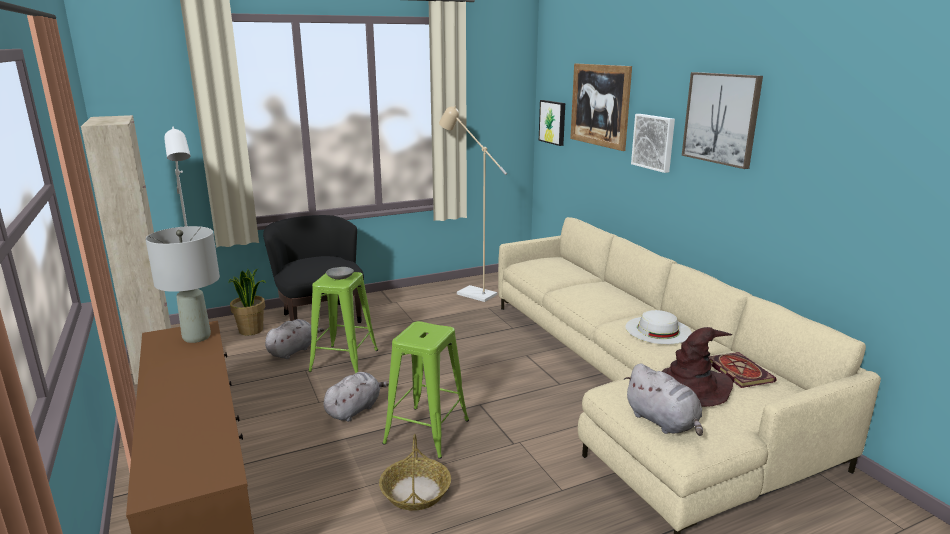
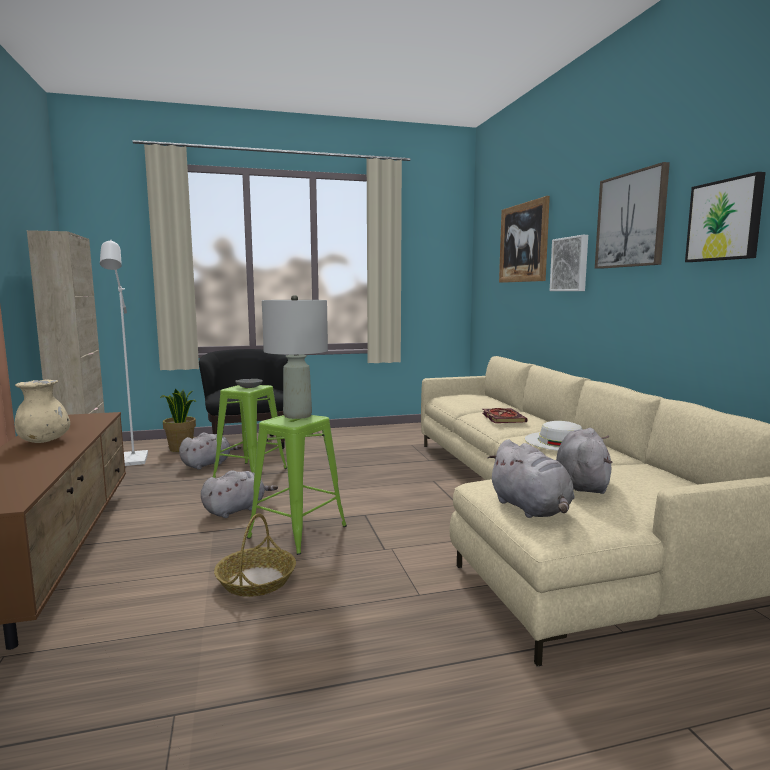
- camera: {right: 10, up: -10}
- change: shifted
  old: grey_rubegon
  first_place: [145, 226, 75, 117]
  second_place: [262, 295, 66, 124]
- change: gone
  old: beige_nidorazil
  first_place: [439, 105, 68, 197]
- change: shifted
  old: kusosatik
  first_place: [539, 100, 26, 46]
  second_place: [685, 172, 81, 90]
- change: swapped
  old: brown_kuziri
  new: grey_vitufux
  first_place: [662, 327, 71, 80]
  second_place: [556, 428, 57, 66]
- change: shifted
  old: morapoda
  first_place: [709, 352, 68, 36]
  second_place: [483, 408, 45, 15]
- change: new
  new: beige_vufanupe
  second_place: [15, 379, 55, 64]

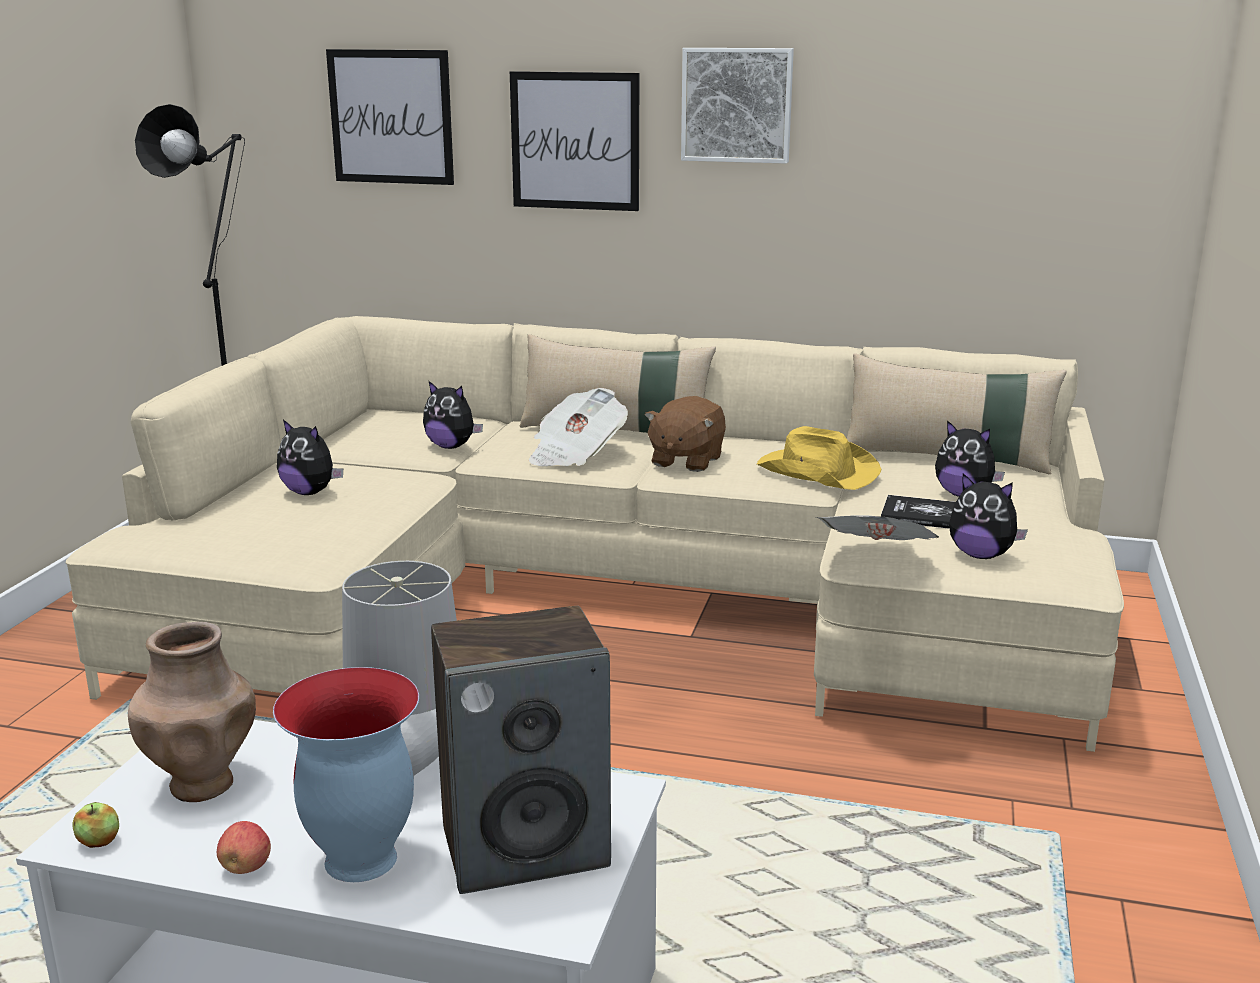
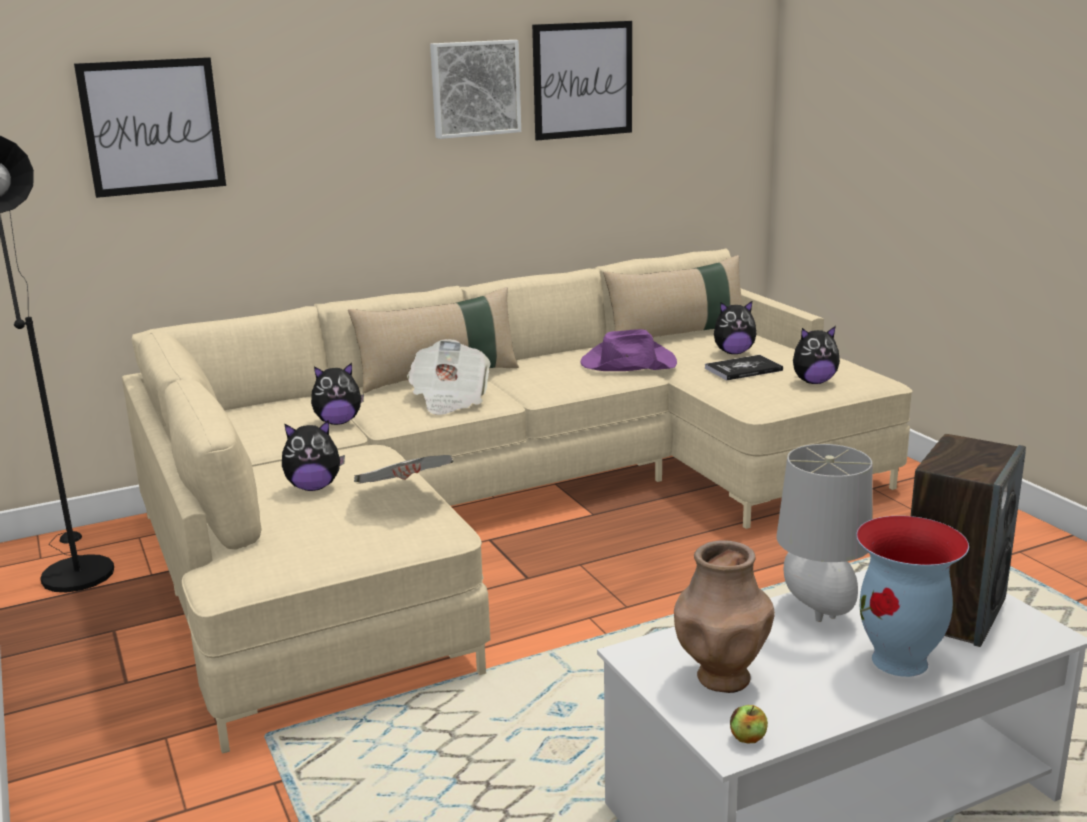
- camera: {right: -40, up: 0}
- change: gone
  old: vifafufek
  first_place: [217, 821, 54, 53]
- change: shifted
  old: kusosatik
  first_place: [510, 71, 129, 140]
  second_place: [532, 21, 100, 119]
- change: gone
  old: brown_vitufux
  first_place: [645, 396, 81, 76]
- change: repainted
  old: yellow_kuziri
  new: purple_kuziri
  first_place: [757, 426, 125, 64]
  second_place: [581, 329, 96, 42]
- change: shifted
  old: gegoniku
  first_place: [816, 515, 123, 25]
  second_place: [354, 455, 100, 29]

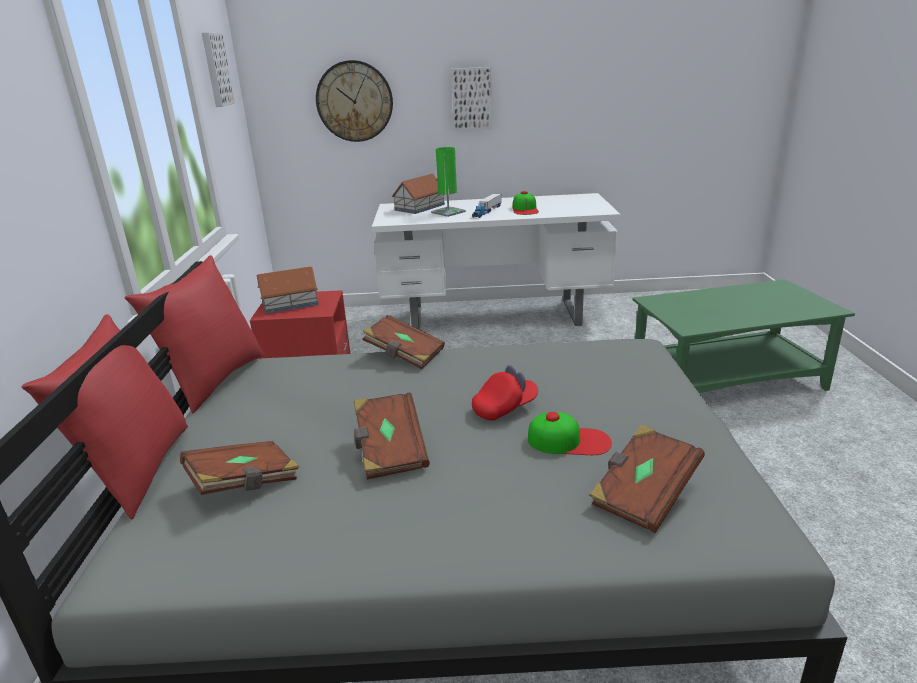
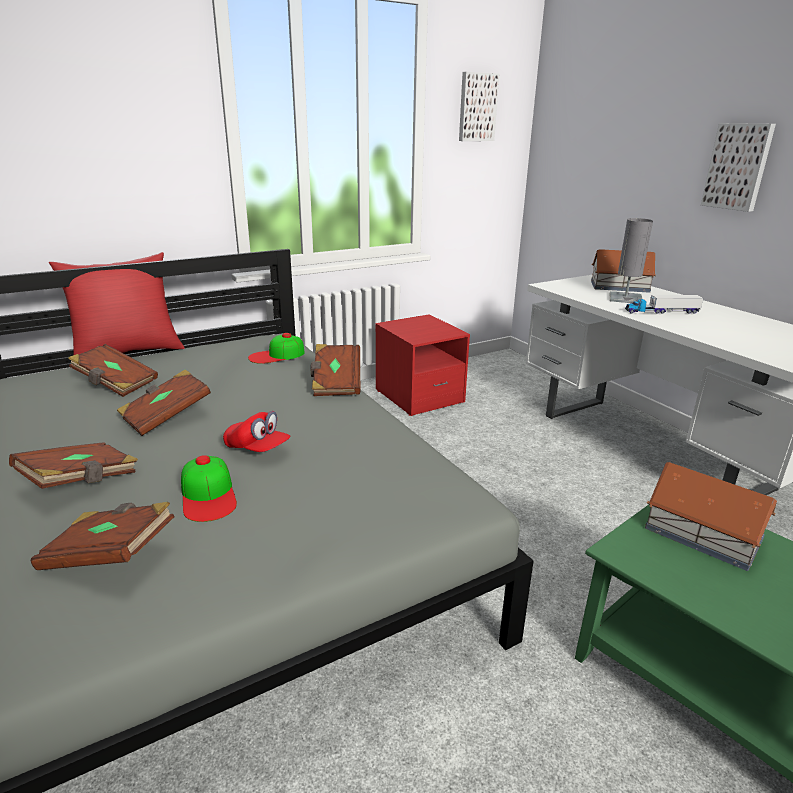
- camera: {right: 60, up: 0}
- change: gone
  old: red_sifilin
  first_place: [125, 255, 139, 158]
- change: shifted
  old: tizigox
  first_place: [257, 267, 62, 47]
  second_place: [645, 462, 132, 109]
- change: gone
  old: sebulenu
  first_place: [316, 60, 77, 82]
- change: repainted
  old: green_rubegon
  new: grey_rubegon
  first_place: [431, 147, 35, 70]
  second_place: [610, 218, 43, 85]
- change: shifted
  old: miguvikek
  first_place: [513, 191, 26, 24]
  second_place: [248, 333, 57, 31]
- change: new
  new: brown_morapoda
  second_place: [9, 442, 129, 47]

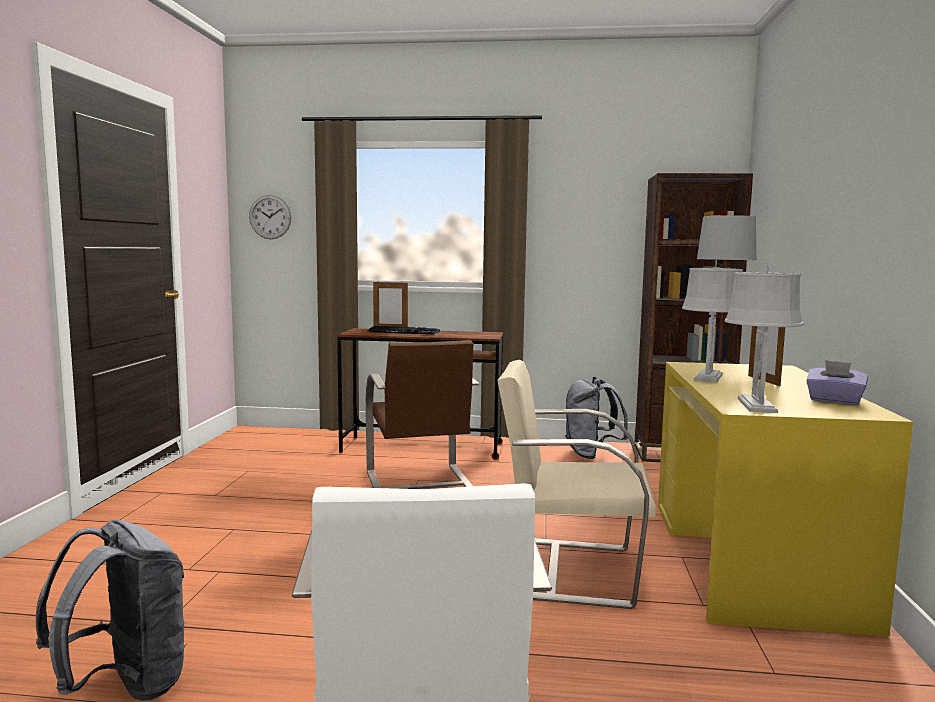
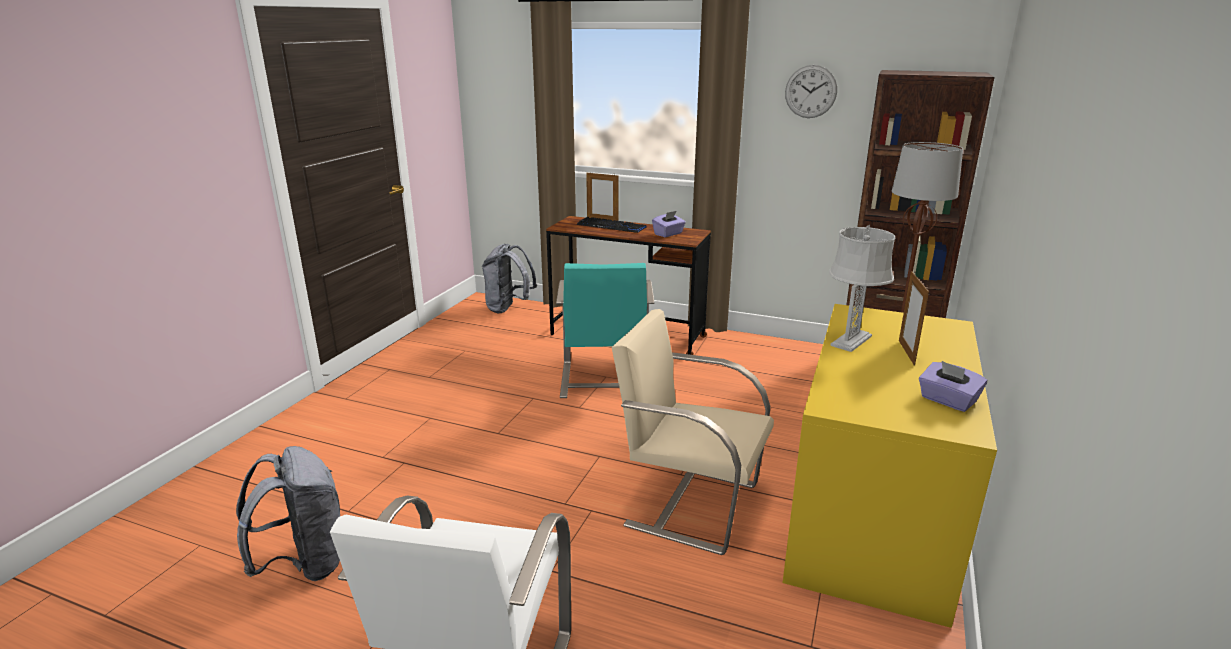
- camera: {right: 15, up: 15}
- change: shifted
  old: sebulenu
  first_place: [249, 195, 42, 44]
  second_place: [785, 65, 52, 53]
- change: repainted
  old: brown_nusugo
  new: turquoise_nusugo
  first_place: [366, 340, 113, 149]
  second_place: [556, 263, 98, 135]
- change: shifted
  old: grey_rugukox
  first_place: [565, 377, 63, 82]
  second_place: [482, 244, 55, 69]
- change: gone
  old: grey_rubegon
  first_place: [725, 262, 79, 151]
- change: new
  new: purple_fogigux
  second_place: [652, 211, 34, 26]

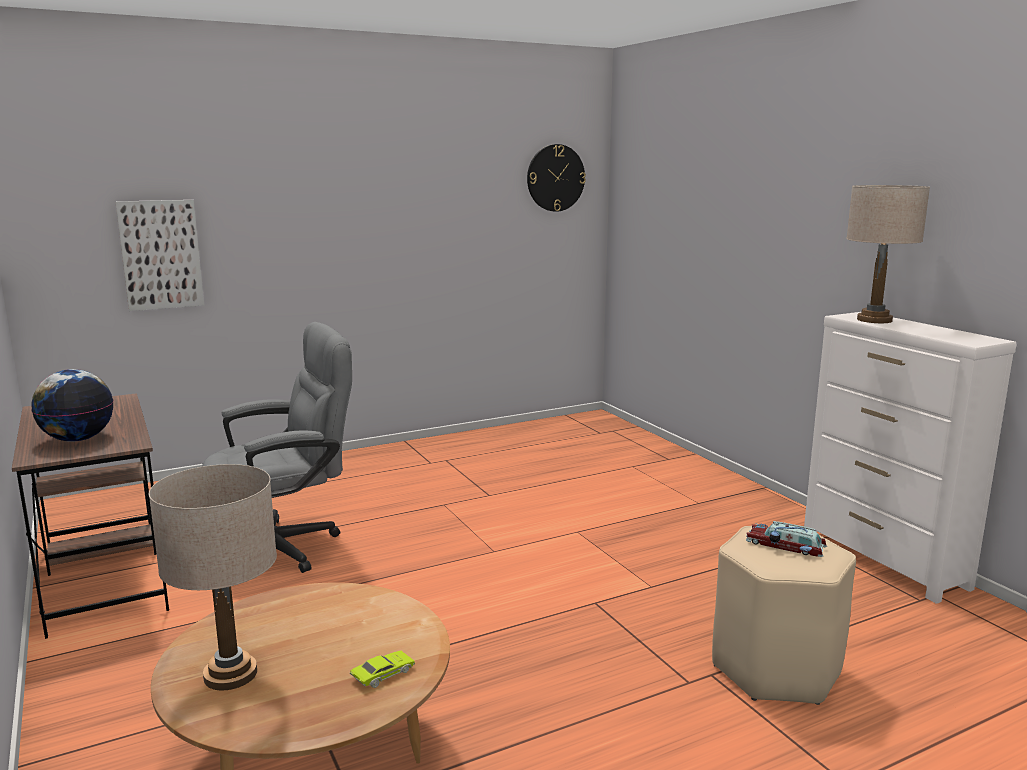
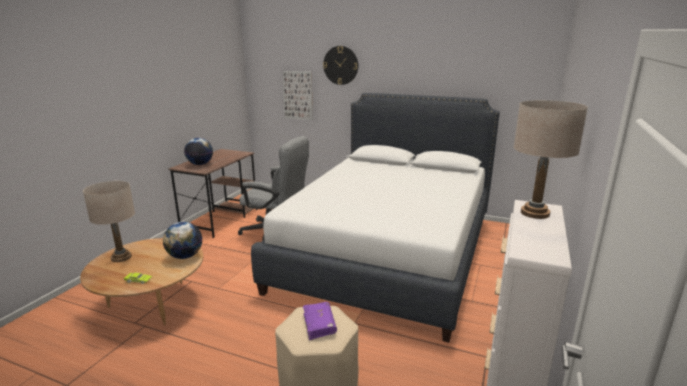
- camera: {right: 50, up: 5}
- change: shifted
  old: sebulenu
  first_place: [527, 144, 59, 68]
  second_place: [323, 46, 35, 39]
- change: swapped
  old: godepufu
  new: purple_morapoda
  first_place: [746, 521, 81, 36]
  second_place: [303, 302, 34, 38]
- change: new
  new: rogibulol
  second_place: [163, 222, 39, 37]
- change: new
  new: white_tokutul
  second_place: [251, 93, 249, 250]

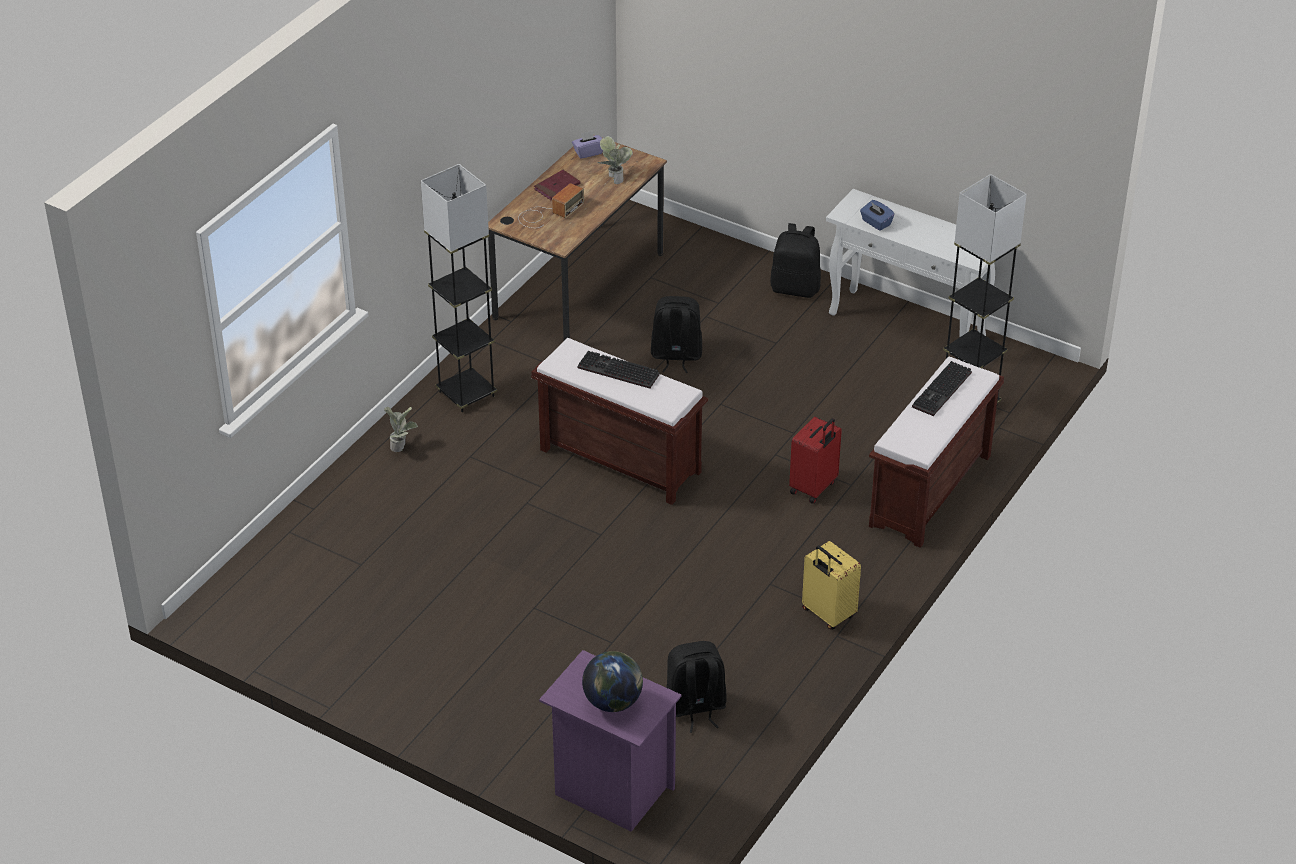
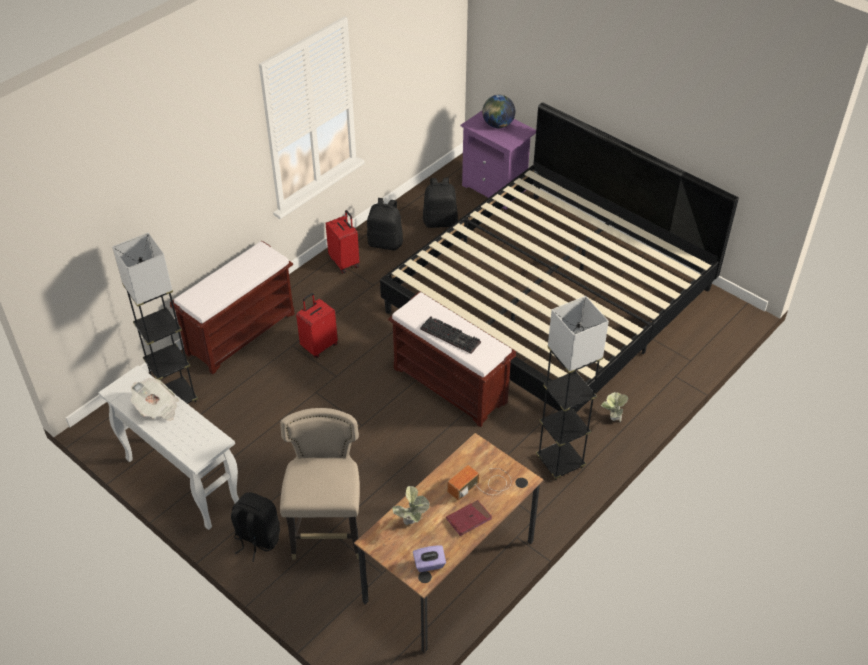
- camera: {right: -170, up: 5}
- change: shifted
  old: black_rugukox
  first_place: [651, 296, 51, 77]
  second_place: [367, 198, 36, 53]
- change: repainted
  old: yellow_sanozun
  new: red_sanozun
  first_place: [802, 541, 59, 89]
  second_place: [326, 210, 33, 64]
- change: gone
  old: blue_fogigux
  first_place: [860, 200, 35, 31]
- change: gone
  old: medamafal
  first_place: [912, 361, 60, 55]
- change: new
  new: gegoniku
  second_place: [130, 378, 49, 43]
- change: new
  new: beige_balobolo
  second_place: [280, 408, 80, 152]
- change: new
  new: tokutul
  second_place: [380, 103, 359, 310]

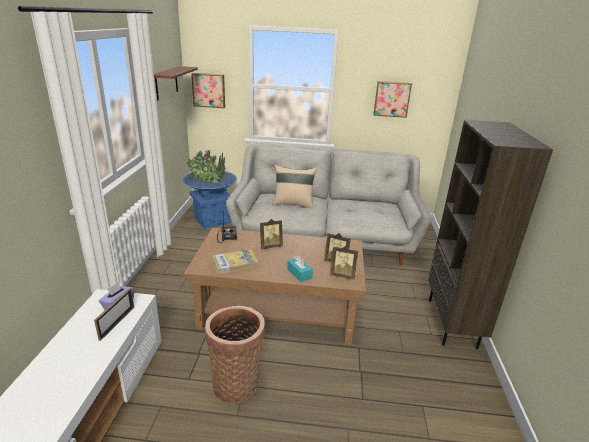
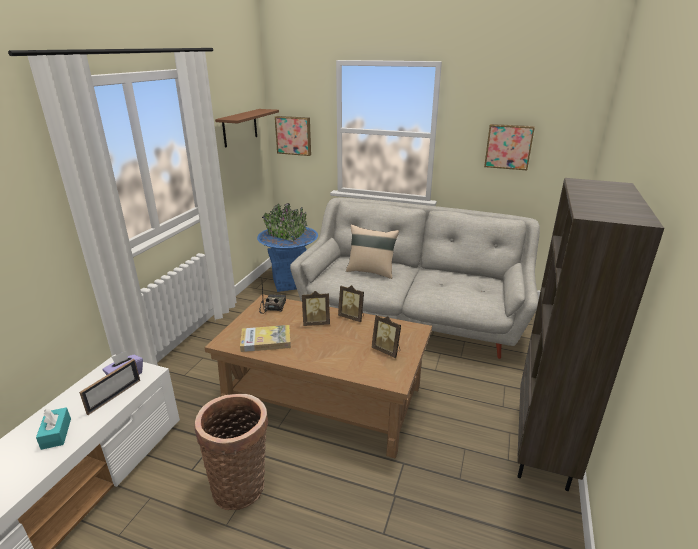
- camera: {right: 15, up: 0}
- change: shifted
  old: turquoise_fogigux
  first_place: [287, 255, 26, 27]
  second_place: [36, 407, 35, 43]
- change: shifted
  old: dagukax
  first_place: [330, 246, 28, 34]
  second_place: [338, 285, 26, 37]

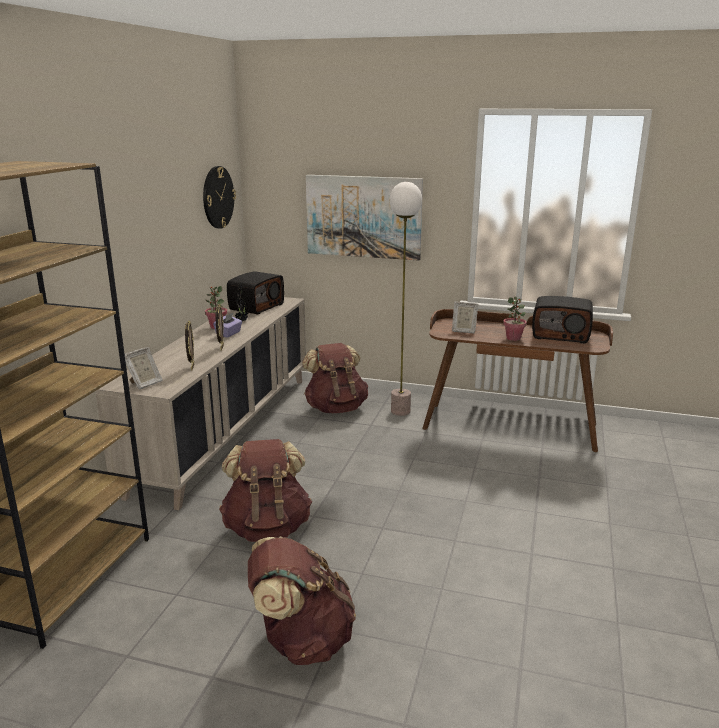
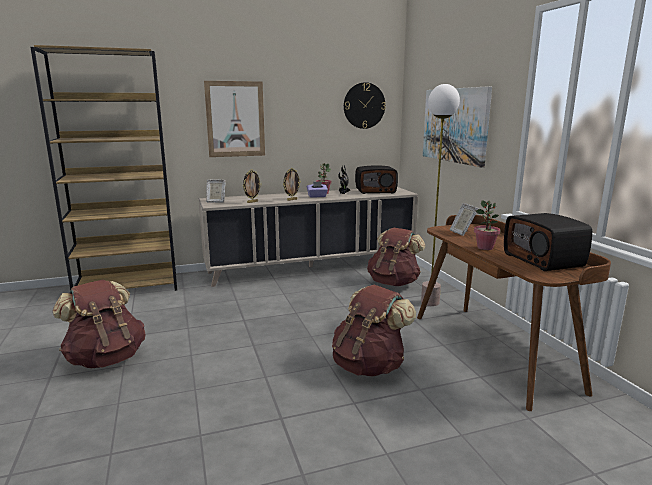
- camera: {right: 55, up: -5}
- change: shifted
  old: brown_rugukox
  first_place: [219, 439, 93, 103]
  second_place: [332, 285, 84, 92]
- change: new
  new: kusosatik
  second_place: [204, 81, 61, 76]

